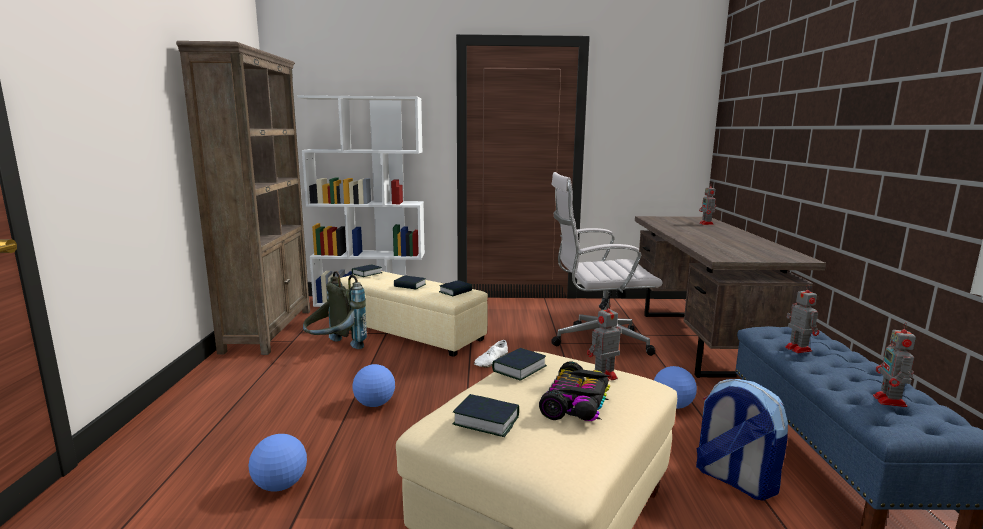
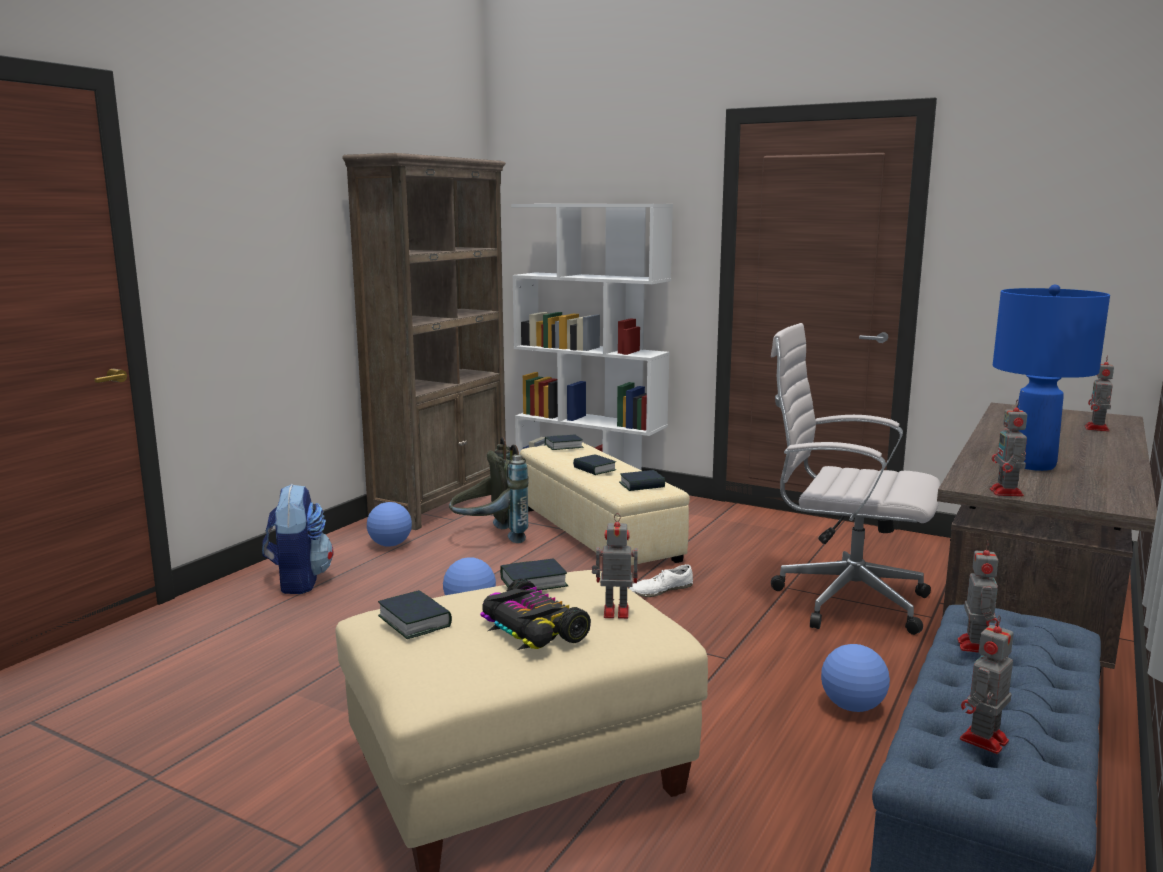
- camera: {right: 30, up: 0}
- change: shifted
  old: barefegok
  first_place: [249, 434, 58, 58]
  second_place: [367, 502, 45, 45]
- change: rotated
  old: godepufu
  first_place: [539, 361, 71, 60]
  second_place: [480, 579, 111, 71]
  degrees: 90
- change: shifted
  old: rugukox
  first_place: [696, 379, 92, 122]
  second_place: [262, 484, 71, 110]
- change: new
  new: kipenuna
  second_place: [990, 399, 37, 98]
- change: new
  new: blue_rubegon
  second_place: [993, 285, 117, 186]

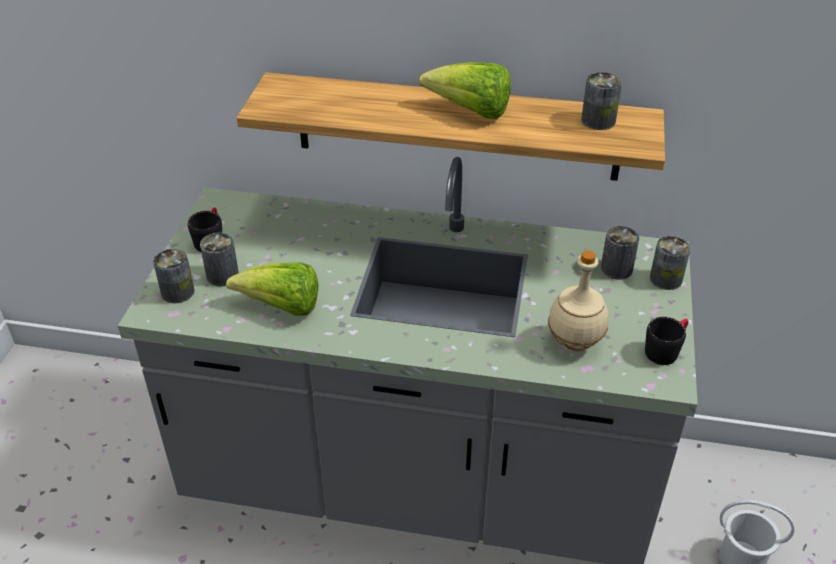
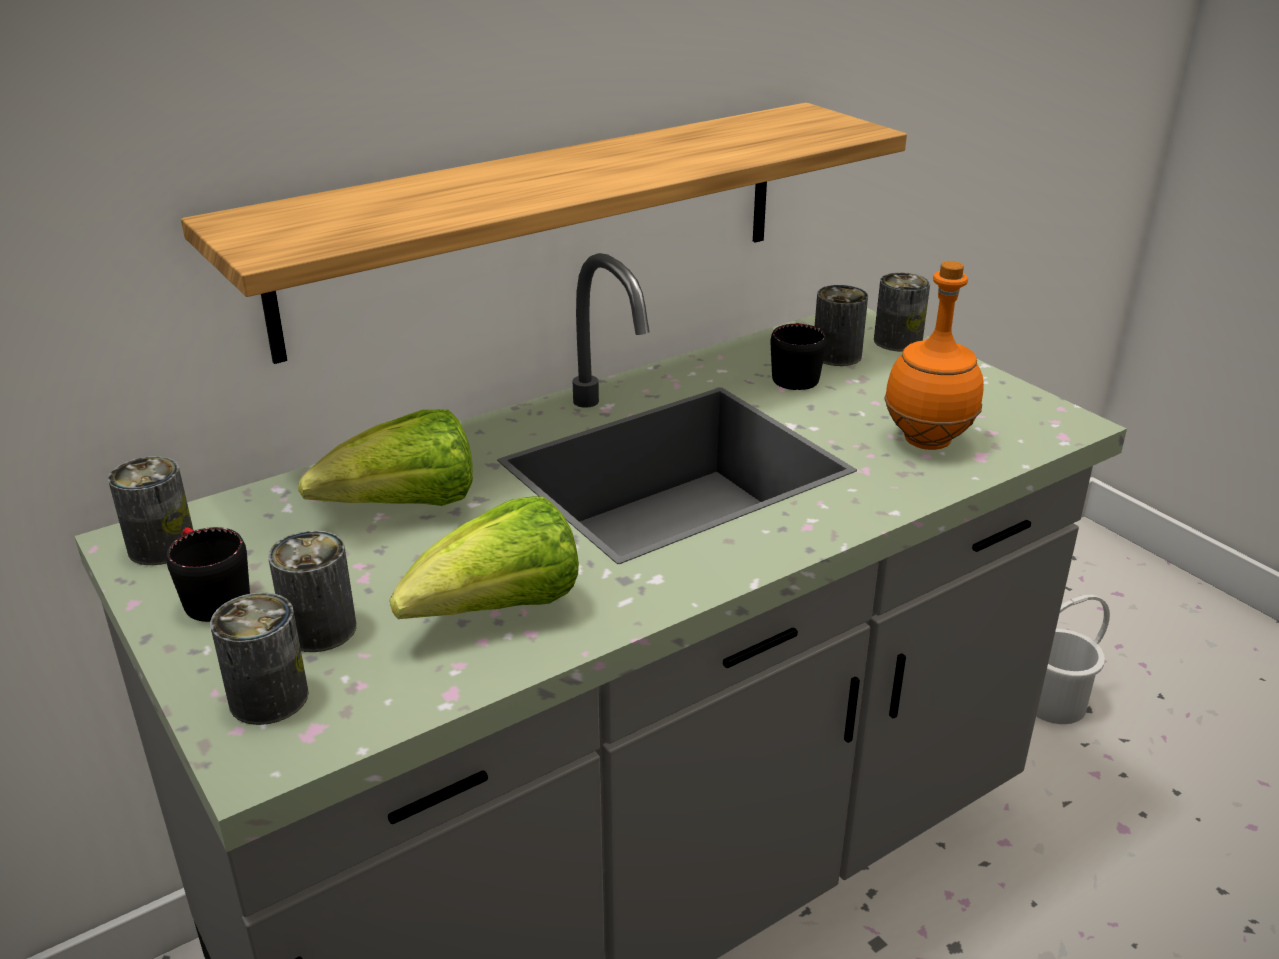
- camera: {right: -45, up: -10}
- change: shifted
  old: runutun
  first_place: [419, 62, 92, 57]
  second_place: [298, 409, 175, 97]
- change: repainted
  old: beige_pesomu
  new: orange_pesomu
  first_place: [548, 250, 60, 102]
  second_place: [884, 261, 100, 189]
- change: shifted
  old: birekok
  first_place: [581, 72, 41, 58]
  second_place: [108, 456, 86, 109]
- change: shifted
  old: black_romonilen
  first_place: [645, 317, 44, 48]
  second_place: [771, 323, 56, 67]

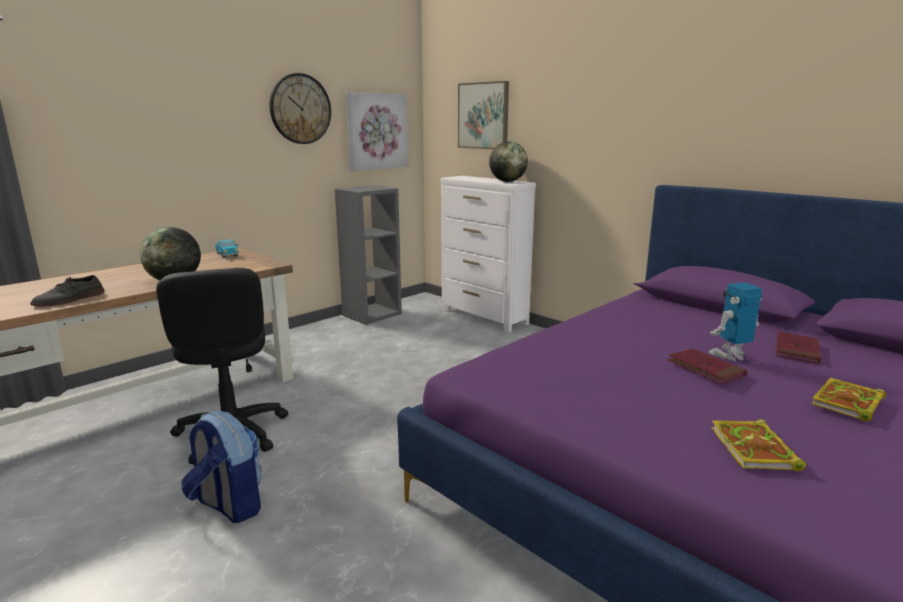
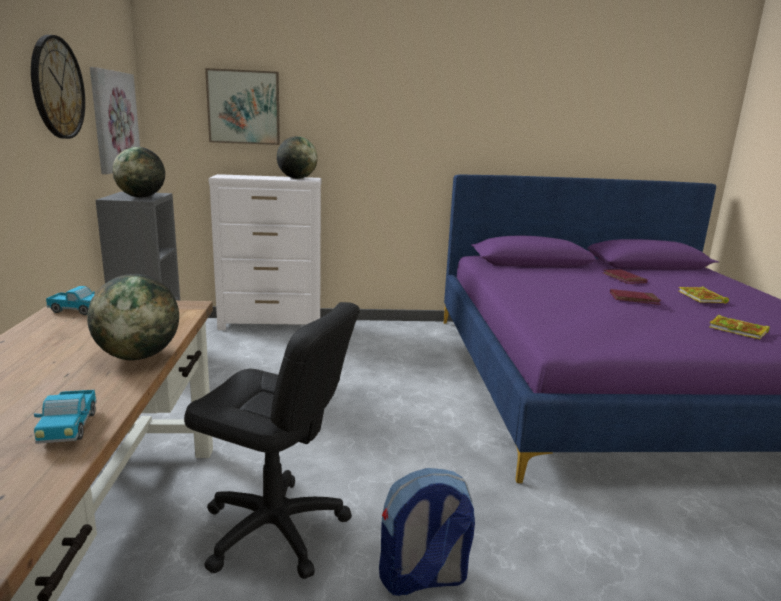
- camera: {right: -50, up: 0}
- change: swapped
  old: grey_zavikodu
  new: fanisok
  first_place: [30, 275, 75, 32]
  second_place: [34, 390, 63, 54]
- change: gone
  old: kipenuna
  first_place: [709, 283, 54, 78]
- change: new
  new: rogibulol
  second_place: [112, 147, 53, 50]

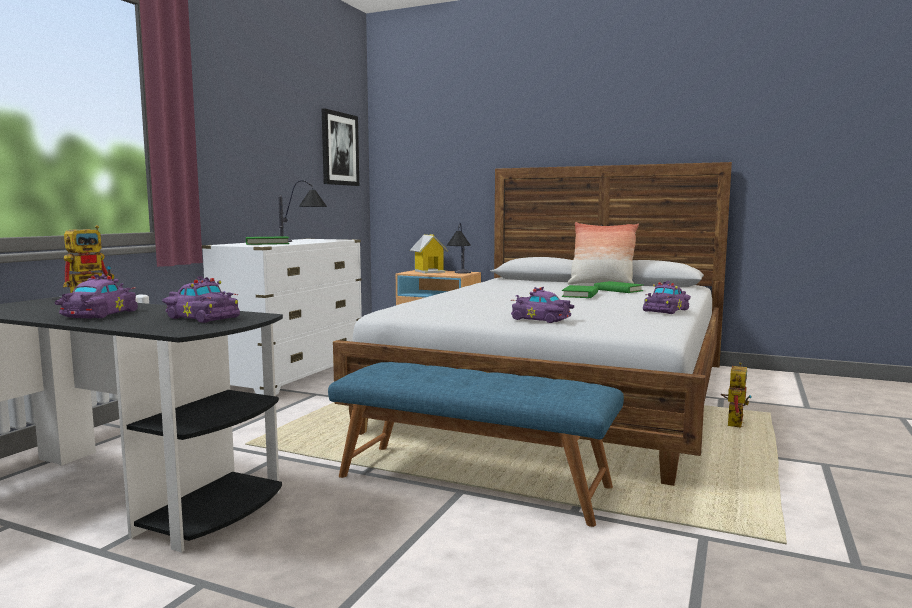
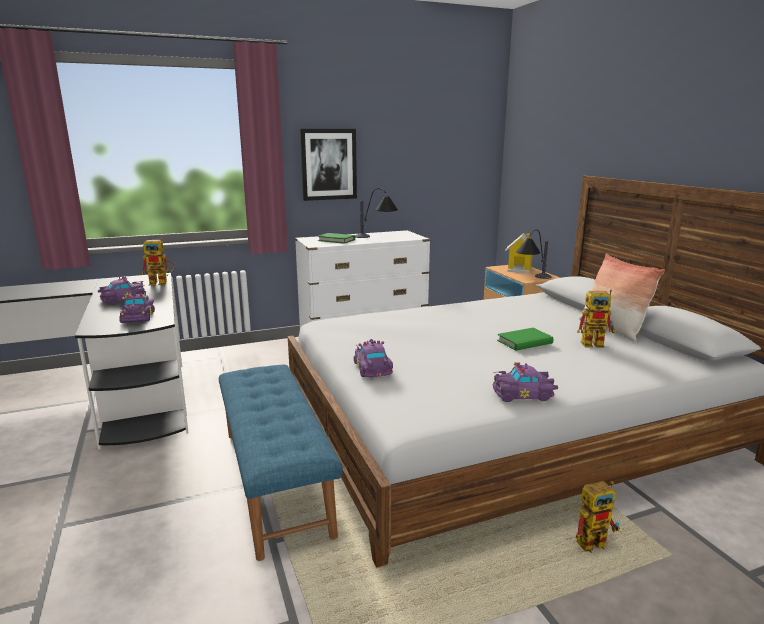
- camera: {right: 45, up: 10}
- change: shifted
  old: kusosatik
  first_place: [322, 109, 37, 77]
  second_place: [300, 129, 57, 72]
- change: swapped
  old: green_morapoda
  new: kipenuna
  first_place: [594, 281, 49, 12]
  second_place: [577, 289, 38, 59]

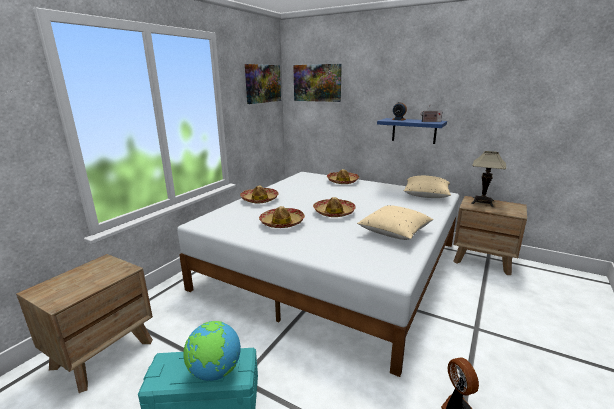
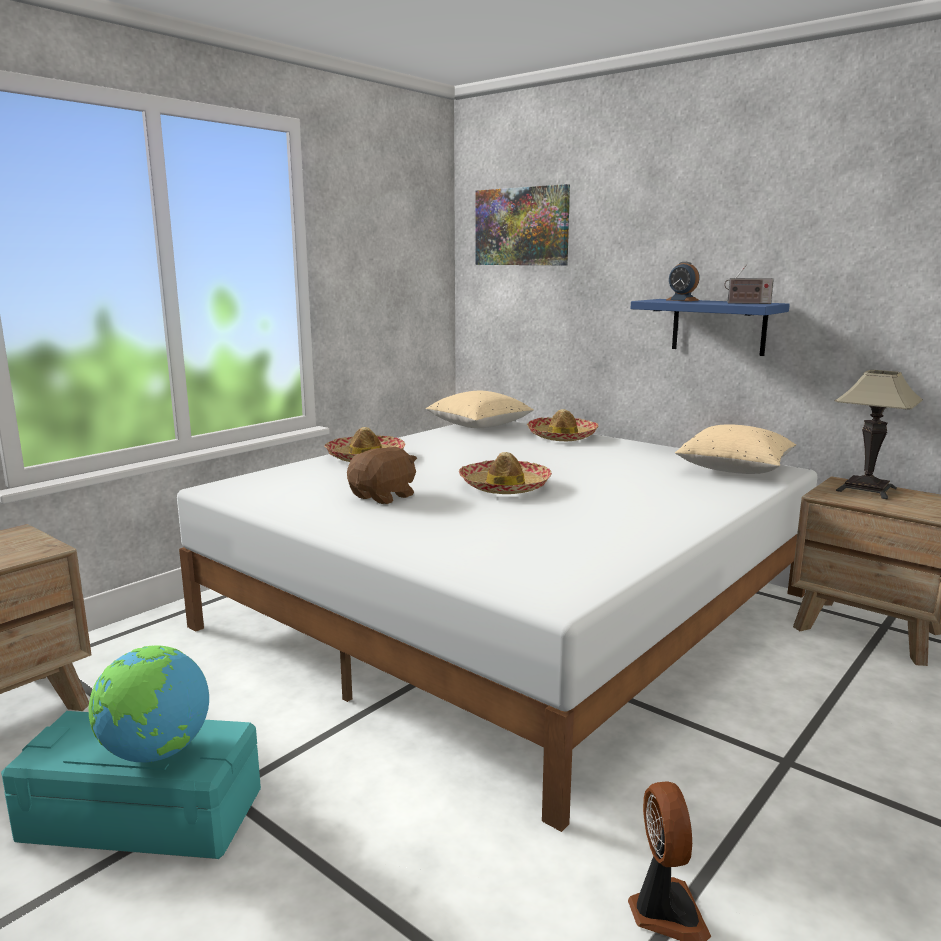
- camera: {right: 10, up: -5}
- change: gone
  old: kusosatik
  first_place: [245, 64, 36, 40]
- change: swapped
  old: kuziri
  new: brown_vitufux
  first_place: [259, 206, 46, 22]
  second_place: [347, 447, 70, 57]
- change: shifted
  old: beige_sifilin
  first_place: [357, 205, 76, 35]
  second_place: [426, 391, 108, 37]

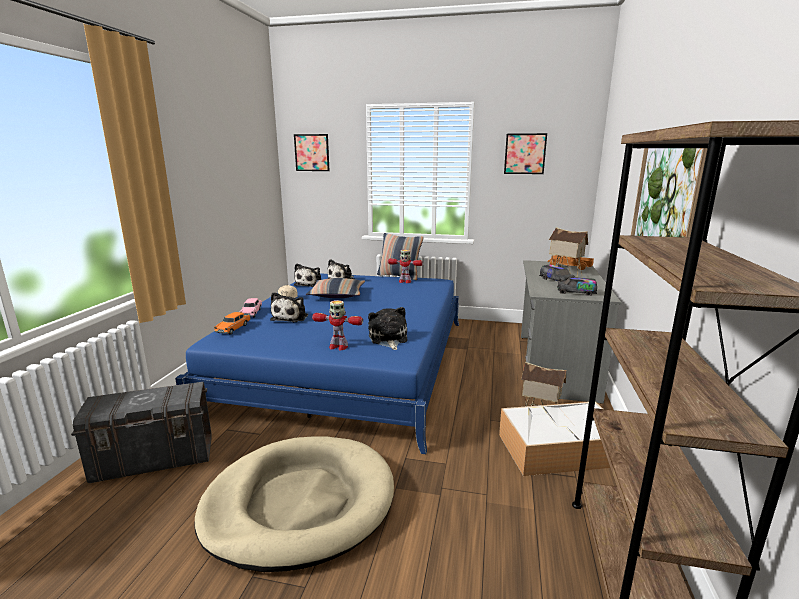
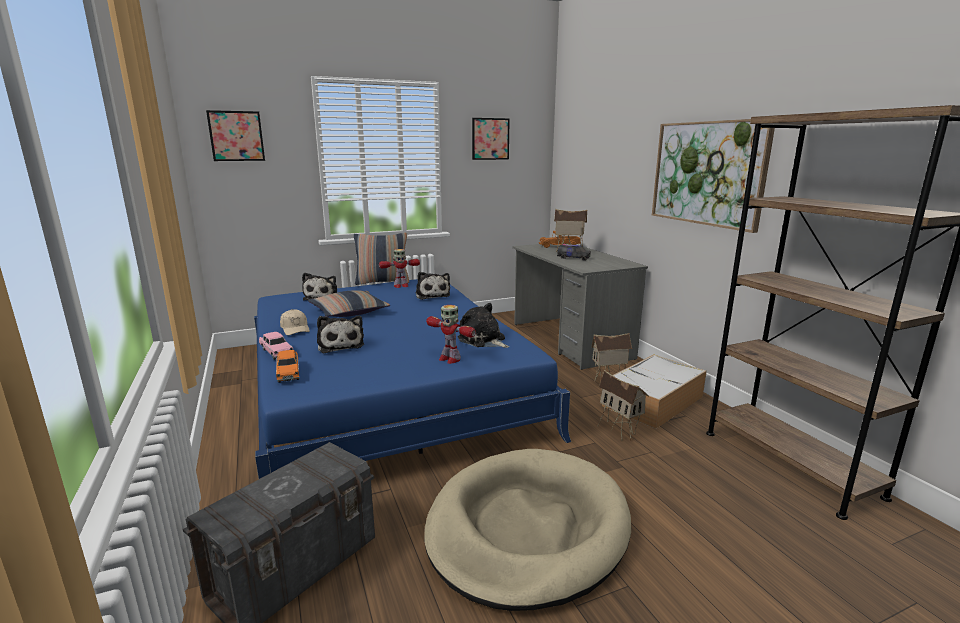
- camera: {right: -35, up: 0}
- change: shifted
  old: vitufux
  first_place: [294, 264, 27, 23]
  second_place: [416, 272, 34, 28]
- change: rotated
  old: kipenuna
  first_place: [312, 300, 51, 51]
  second_place: [426, 305, 50, 59]
  degrees: 60
- change: gone
  old: fanisok
  first_place: [557, 277, 40, 19]
- change: new
  new: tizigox
  second_place: [597, 370, 52, 71]

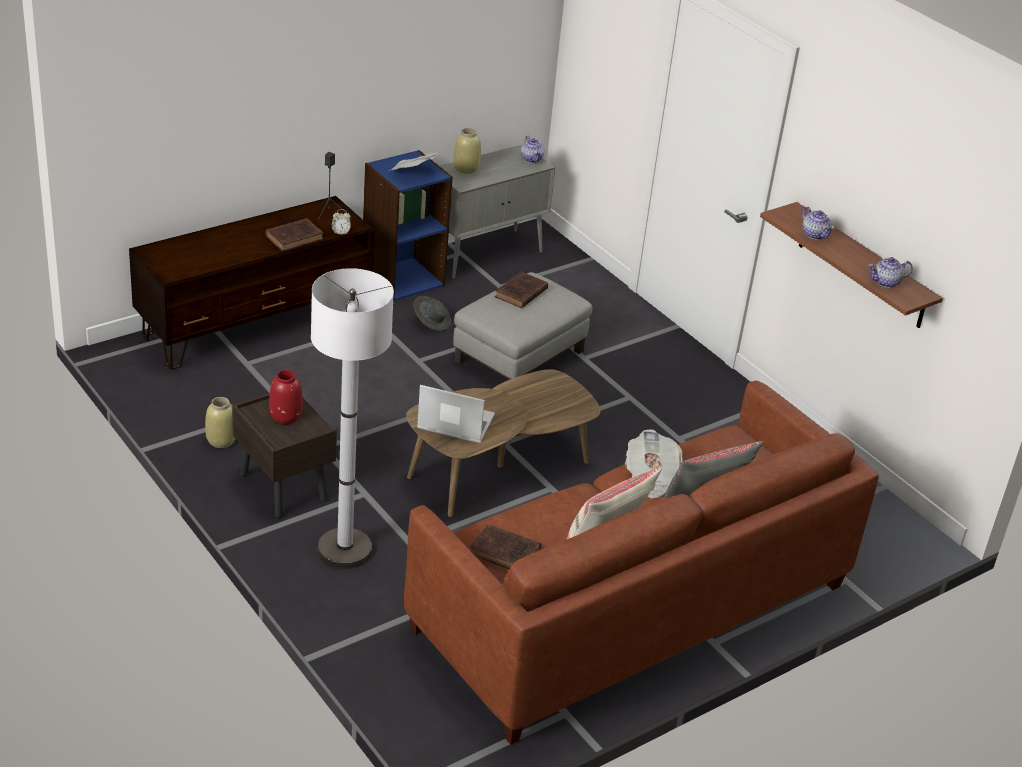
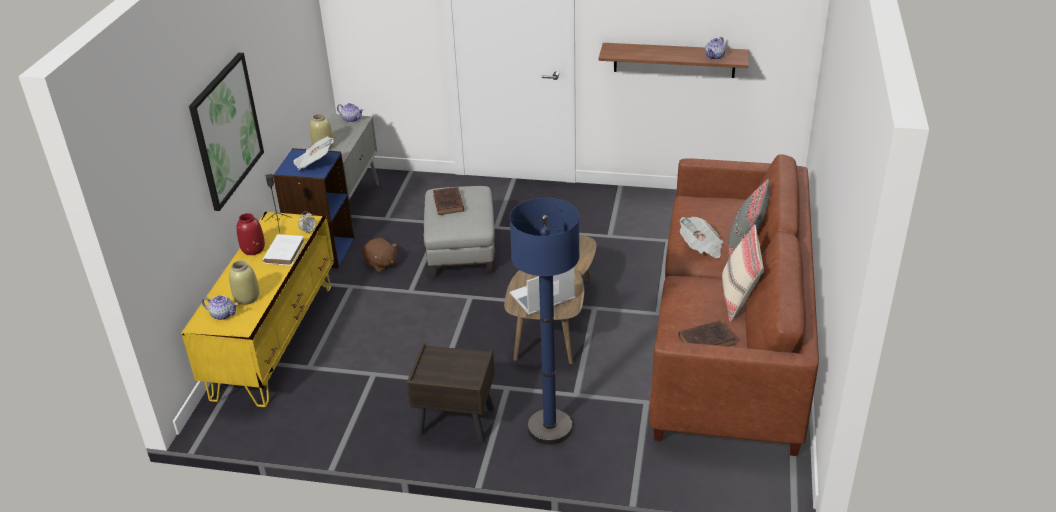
- camera: {right: -40, up: 0}
- change: repainted
  old: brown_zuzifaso
  new: yellow_zuzifaso
  first_place: [129, 196, 246, 174]
  second_place: [181, 212, 154, 195]
- change: shifted
  old: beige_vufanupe
  first_place: [205, 397, 30, 51]
  second_place: [229, 260, 30, 45]
- change: repainted
  old: brown_morapoda
  new: white_morapoda
  first_place: [265, 218, 58, 33]
  second_place: [263, 234, 42, 32]
- change: shifted
  old: red_vufanupe
  first_place: [269, 370, 34, 54]
  second_place: [236, 213, 29, 42]
- change: repainted
  old: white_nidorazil
  new: blue_nidorazil
  first_place: [311, 268, 83, 301]
  second_place: [510, 198, 70, 247]
- change: swapped
  old: grey_kuziri
  new: brown_vitufux
  first_place: [413, 296, 38, 35]
  second_place: [362, 238, 35, 34]
- change: shifted
  old: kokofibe
  first_place: [802, 207, 32, 32]
  second_place: [202, 295, 36, 25]
- change: new
  new: kusosatik
  second_place: [189, 53, 75, 158]

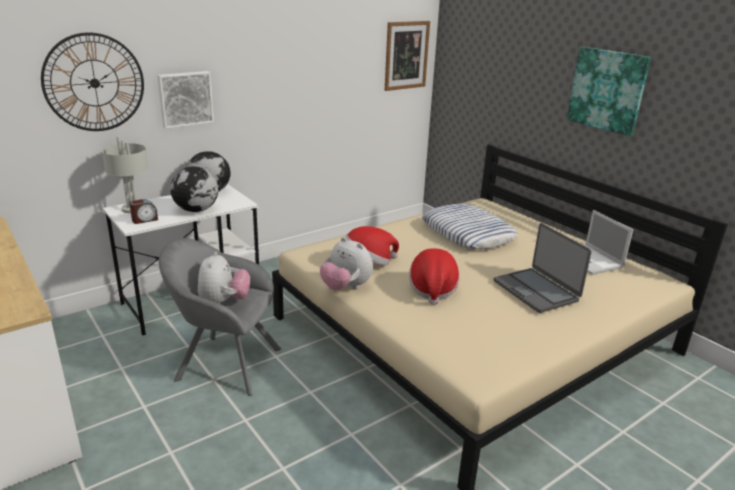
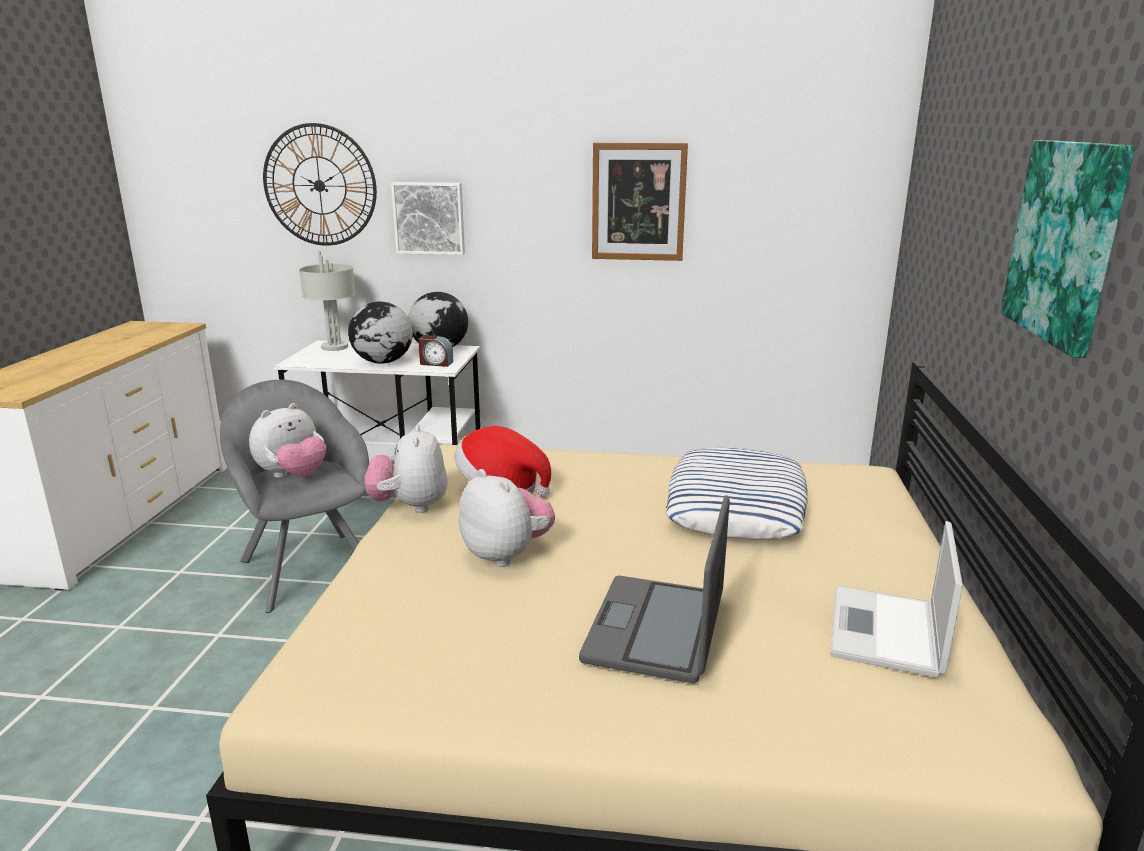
- camera: {right: 45, up: -5}
- change: shifted
  old: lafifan
  first_place: [129, 199, 29, 25]
  second_place: [418, 335, 35, 32]
- change: shifted
  old: kusosatik
  first_place: [385, 21, 45, 70]
  second_place: [592, 143, 96, 118]
- change: swapped
  old: kuziri
  new: vitufux
  first_place: [409, 248, 51, 57]
  second_place: [458, 469, 97, 98]

